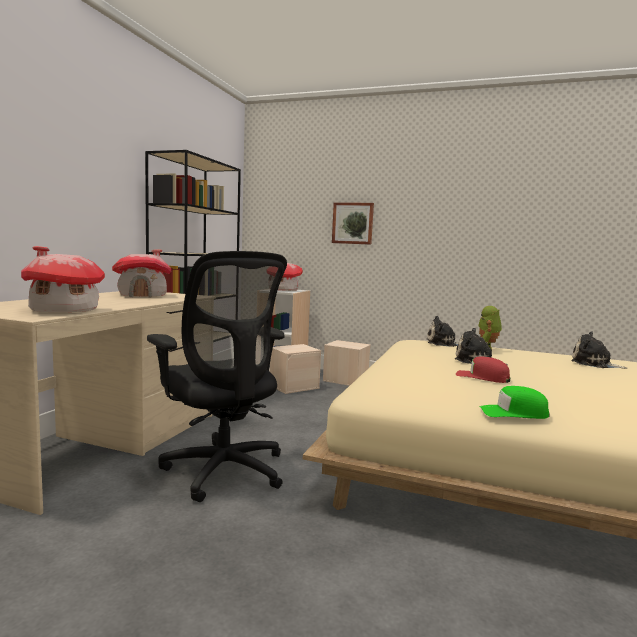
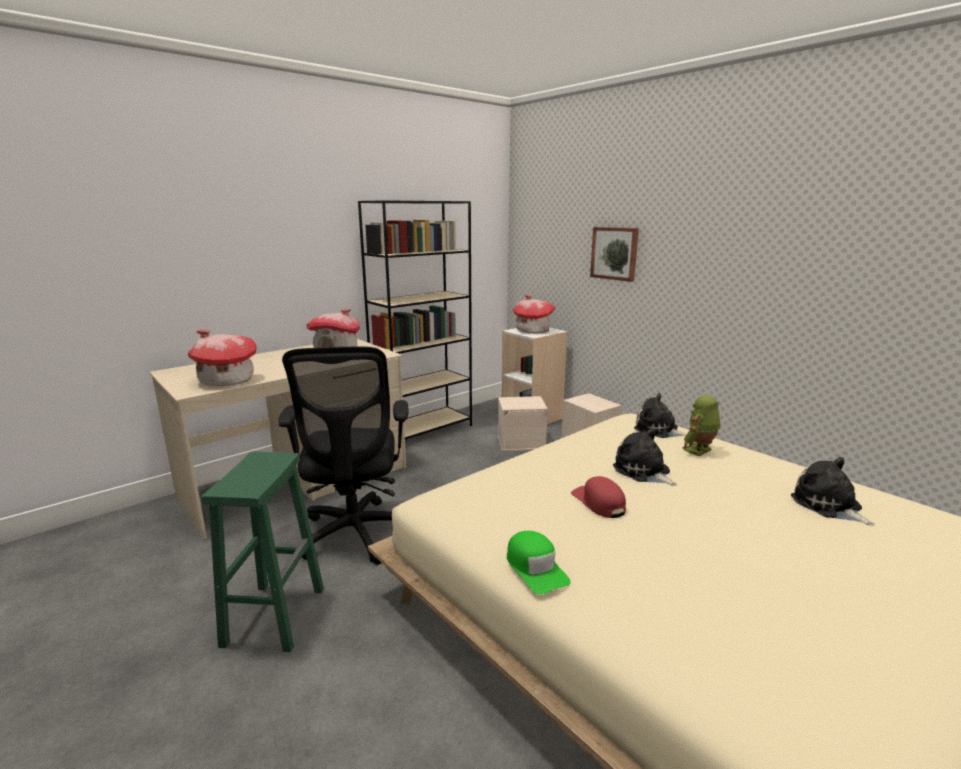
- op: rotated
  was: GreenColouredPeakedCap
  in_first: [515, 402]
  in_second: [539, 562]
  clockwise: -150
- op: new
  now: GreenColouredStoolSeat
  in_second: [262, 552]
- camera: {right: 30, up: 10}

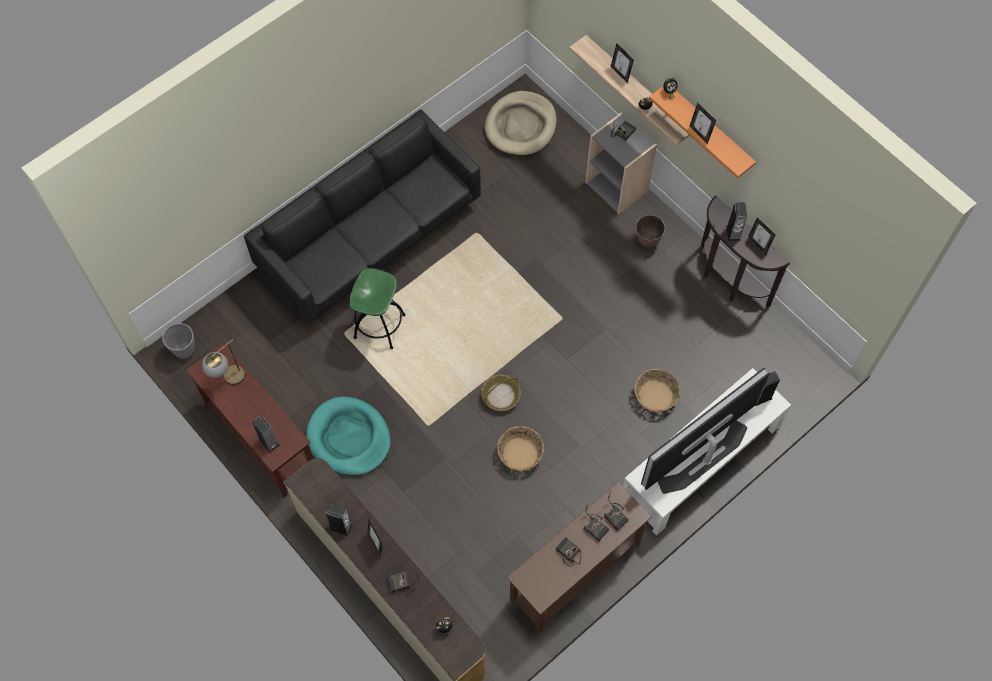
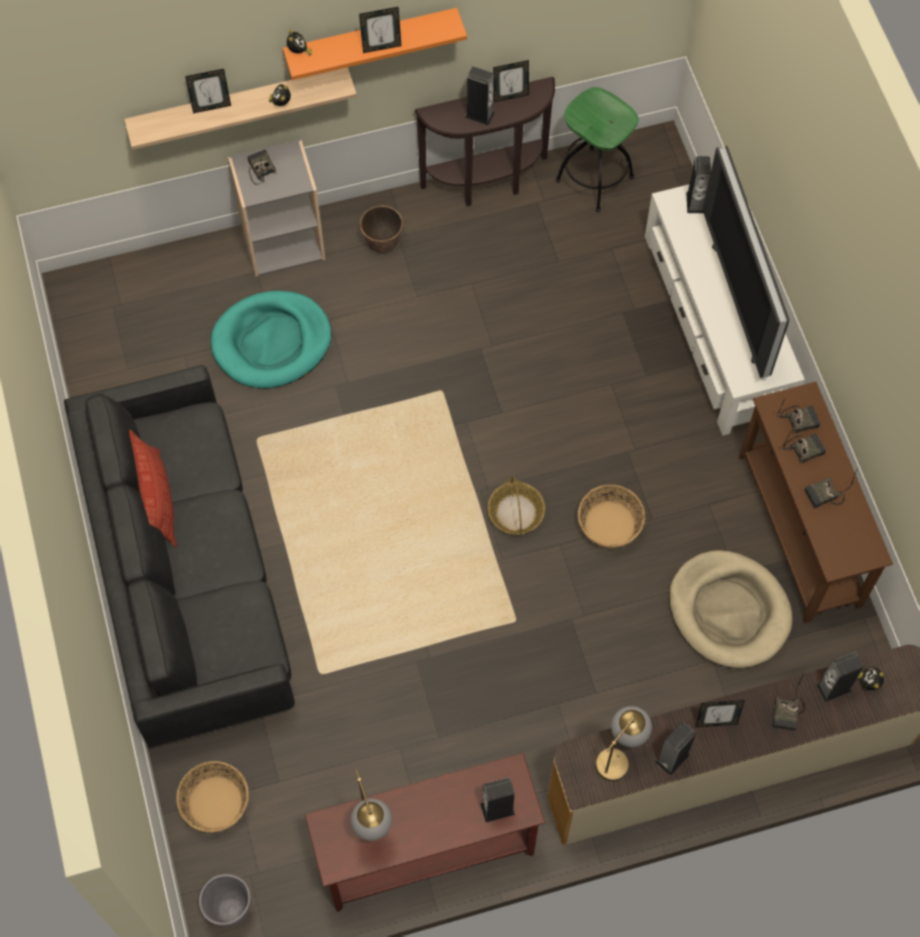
- op: shifted
  was: BeigeDogBed
  in_first: [521, 123]
  in_second: [731, 609]
- op: shifted
  was: GreenColouredStoolSeat
  in_first: [377, 308]
  in_second: [597, 149]
- op: shifted
  was: HouseholdBasket
  in_first: [657, 390]
  in_second: [212, 796]
- op: shifted
  was: TurquoiseDogBed
  in_first: [348, 435]
  in_second: [271, 340]
- op: new
  now: Pillow
  in_second: [153, 489]
- op: new
  now: AudioSpeaker
  in_second: [840, 677]
- op: new
  now: TabletopLamp
  in_second: [624, 743]
- camera: {right: -65, up: 0}

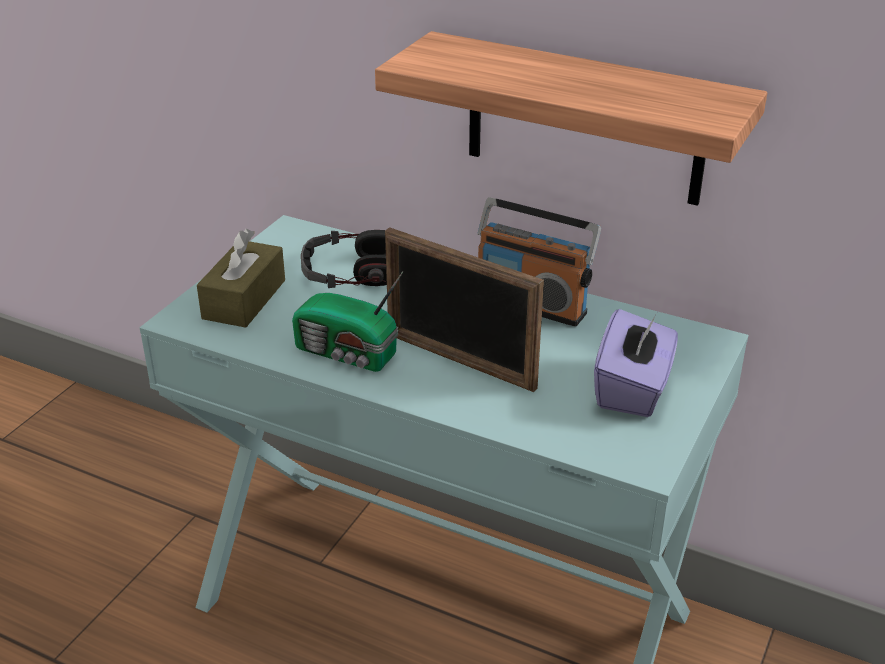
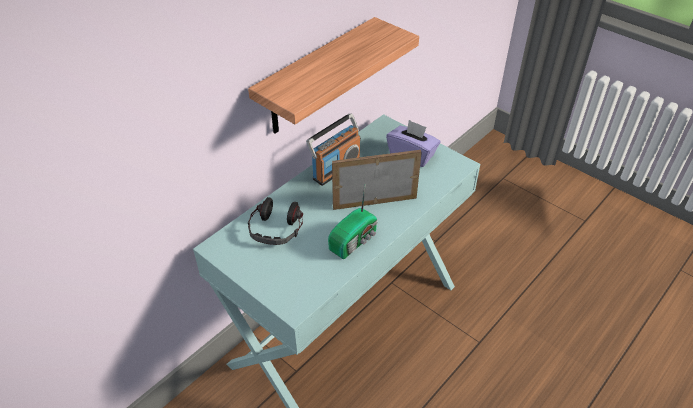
- op: rotated
  was: PhotoFrame
  in_first: [464, 309]
  in_second: [377, 180]
  clockwise: -150
- op: gone
  was: BrownishTissueHolder
  in_first: [241, 278]
- camera: {right: -75, up: 10}

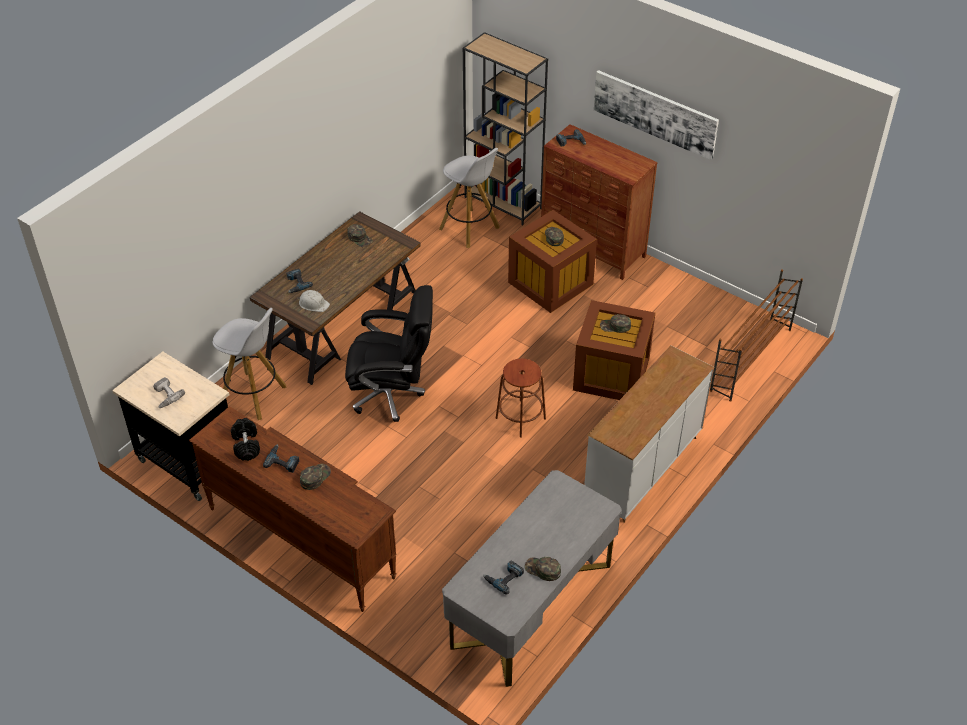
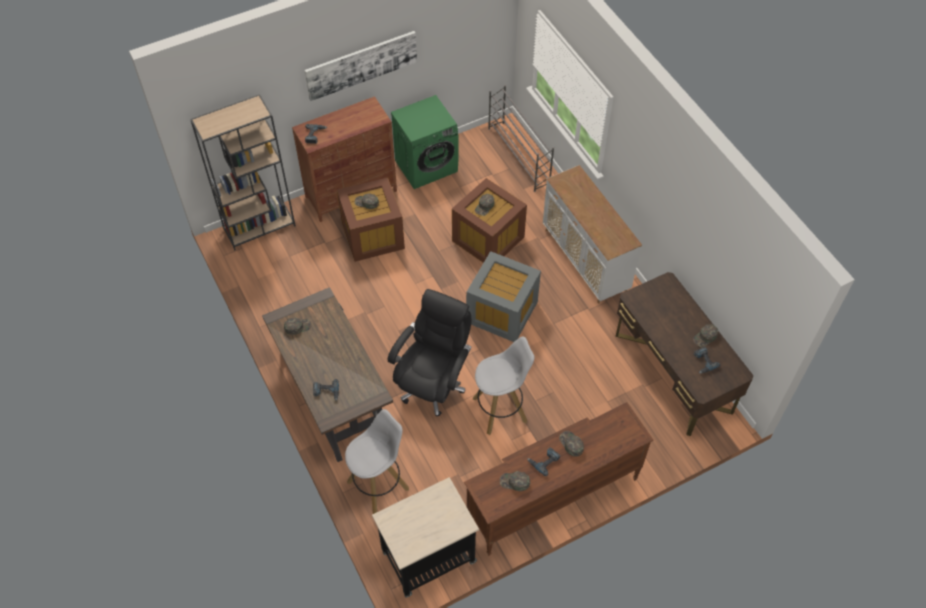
- op: shifted
  was: WhiteColouredStoolSeat
  in_first: [469, 198]
  in_second: [503, 385]
- op: repainted
  was: BrownishShoeShelf
  now: GrayShoeShelf
  in_first: [756, 335]
  in_second: [521, 138]
- op: gone
  was: WhiteColouredSafetyHelmet
  in_first: [314, 301]
- op: swapped
  was: BrownishStoolSeat
  now: GrayStorageContainer
  in_first: [521, 398]
  in_second: [503, 296]
- op: gone
  was: PowerDrill
  in_first: [169, 392]
- op: swapped
  was: BlackHandWeight
  now: GreenColouredPeakedCap
  in_first: [245, 439]
  in_second: [515, 481]
- op: repainted
  was: GrayDesk
  now: BrownishDesk
  in_first: [532, 578]
  in_second: [684, 354]
- op: new
  now: GreenColouredLaundryMachine
  in_second: [425, 142]
- camera: {right: -65, up: 10}

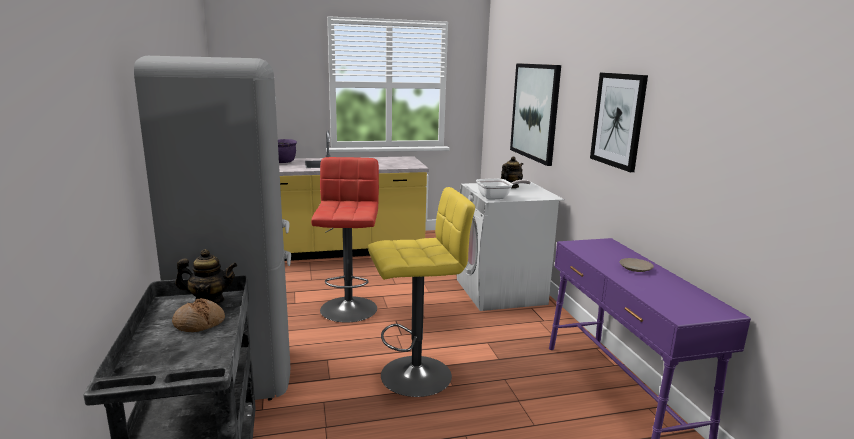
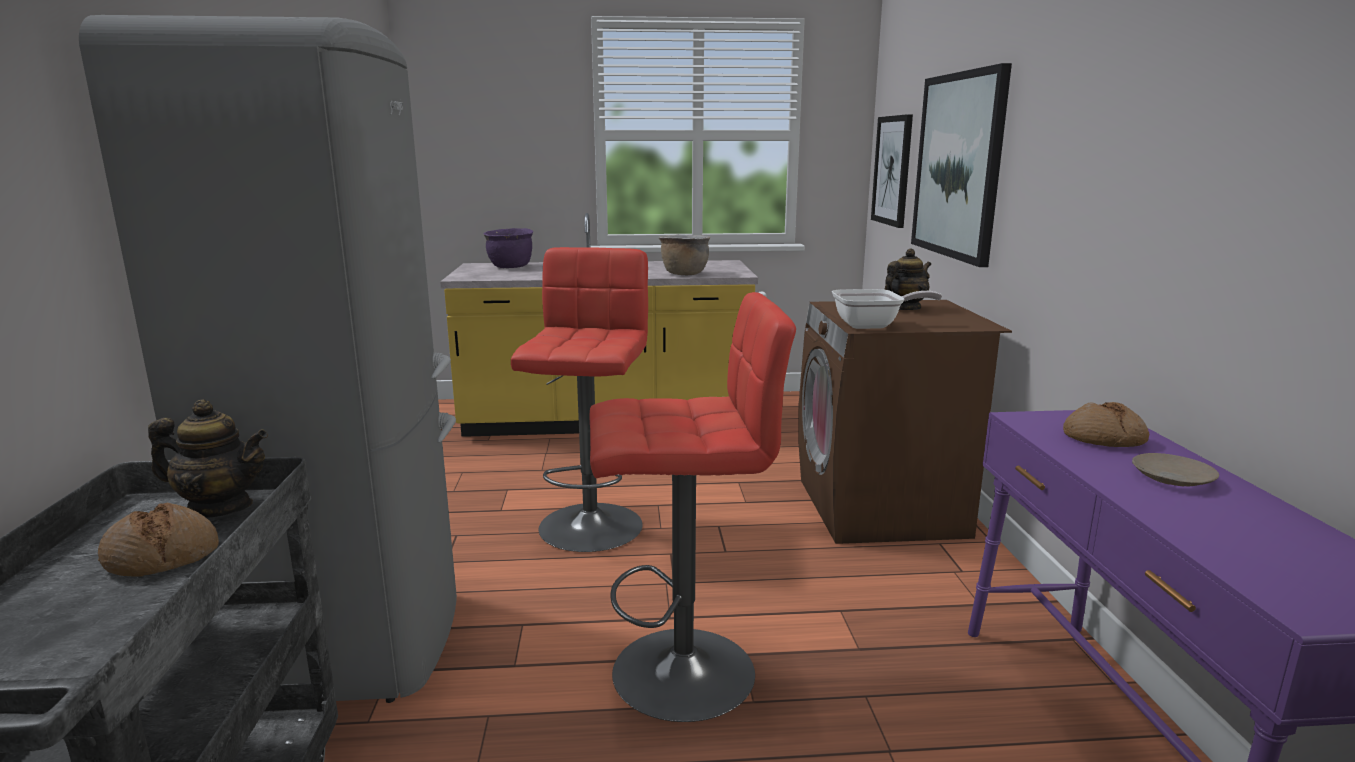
- op: shifted
  was: WallArt
  in_first: [619, 122]
  in_second: [892, 171]
- op: repainted
  was: WhiteColouredLaundryMachine
  now: BrownishLaundryMachine
  in_first: [511, 246]
  in_second: [905, 422]
- op: repainted
  was: YellowStoolSeat
  now: RedColouredStoolSeat
  in_first: [421, 292]
  in_second: [693, 507]
- op: new
  now: BrownishSaucepot
  in_second: [684, 254]
- op: new
  now: BakedBread
  in_second: [1106, 424]
- camera: {right: 10, up: 0}

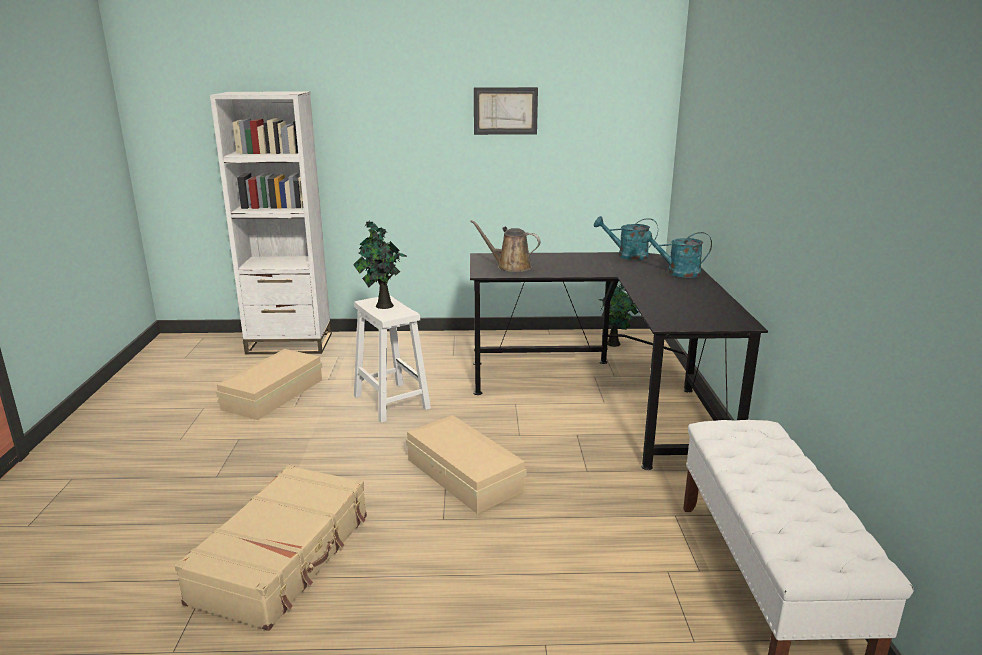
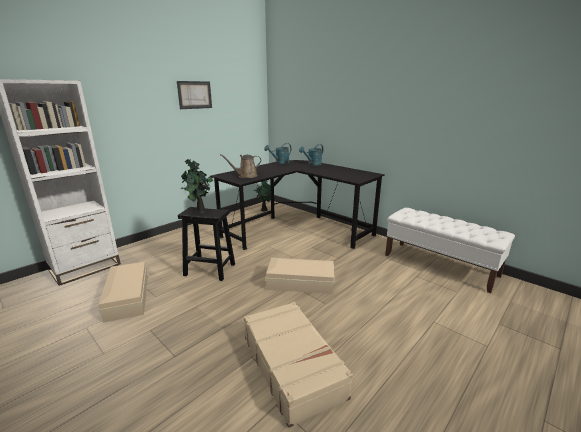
- op: repainted
  was: WhiteColouredStoolSeat
  now: BlackStoolSeat
  in_first: [392, 359]
  in_second: [206, 244]
- camera: {right: -45, up: 0}

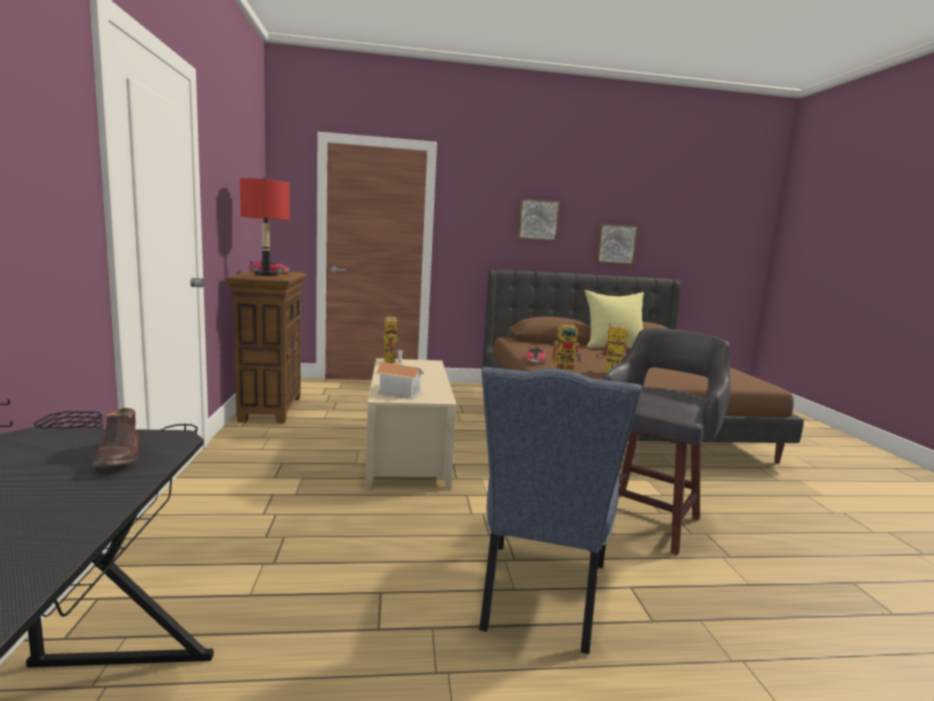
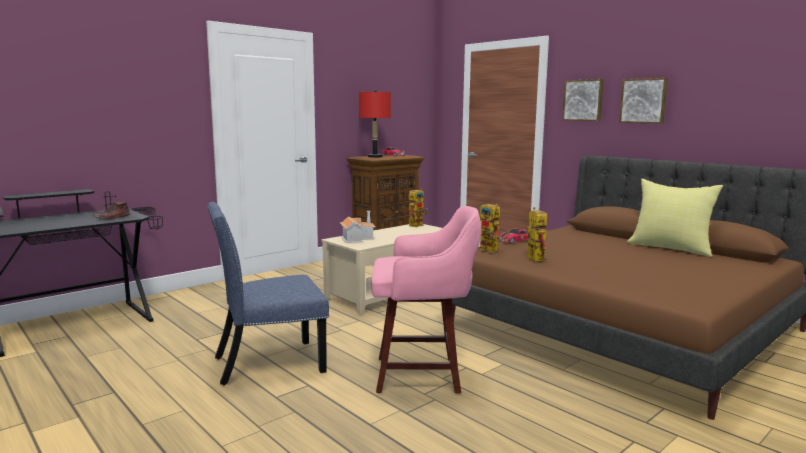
- op: shifted
  was: WallArt
  in_first: [617, 244]
  in_second: [583, 100]
- op: repainted
  was: GrayStoolSeat
  now: PinkStoolSeat
  in_first: [667, 441]
  in_second: [426, 299]
- camera: {right: 55, up: 0}

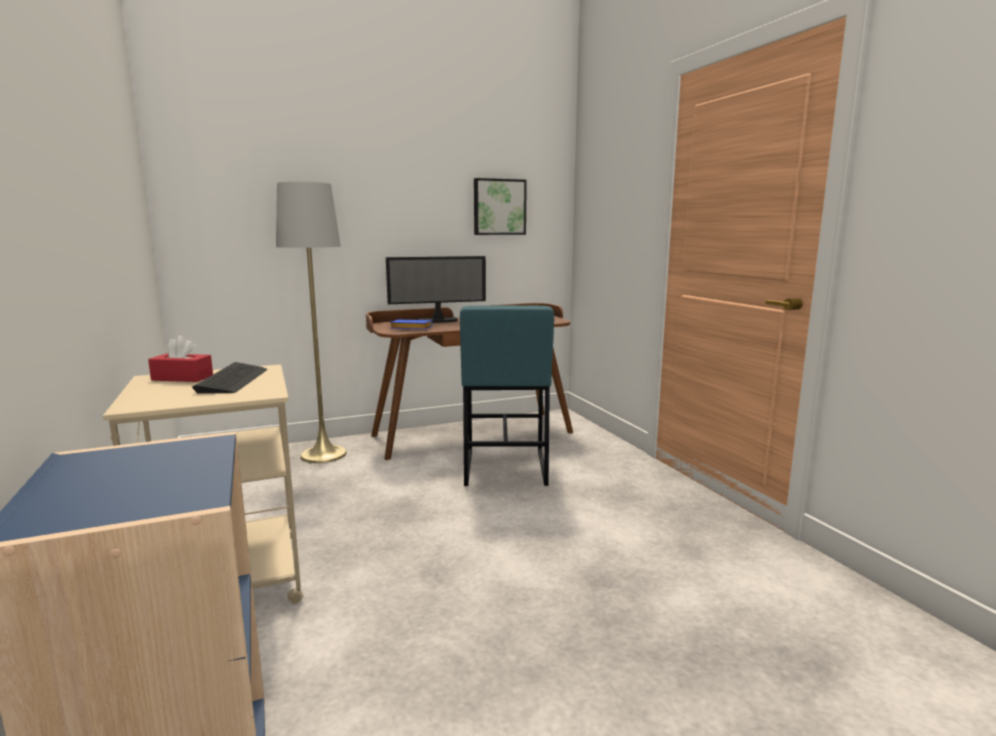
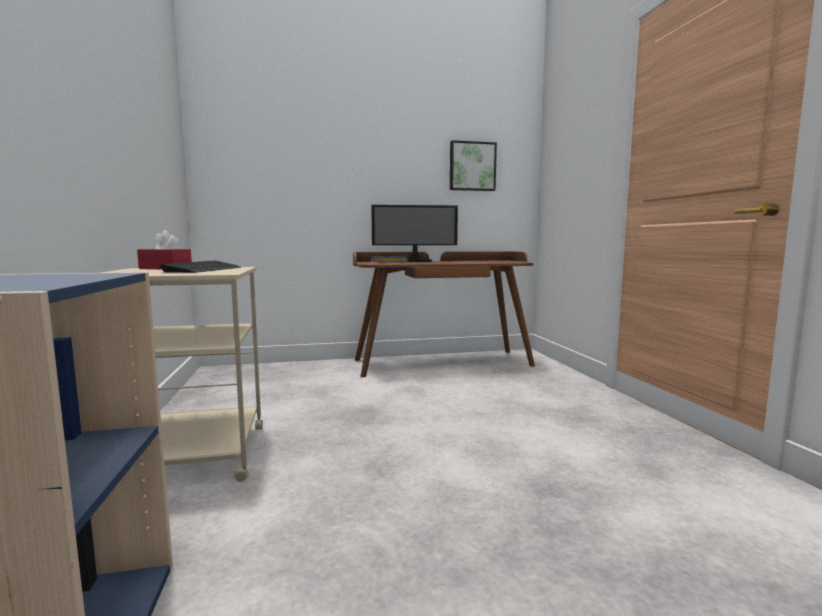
- op: gone
  was: GrayStandardLamp
  in_first: [311, 322]
- op: gone
  was: BlueColouredStoolSeat
  in_first: [507, 395]
- camera: {right: 10, up: -5}

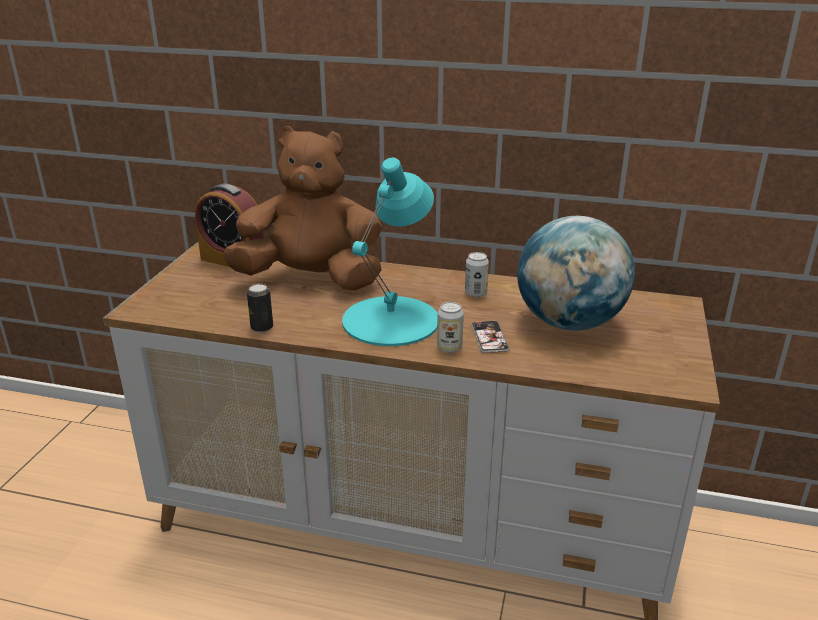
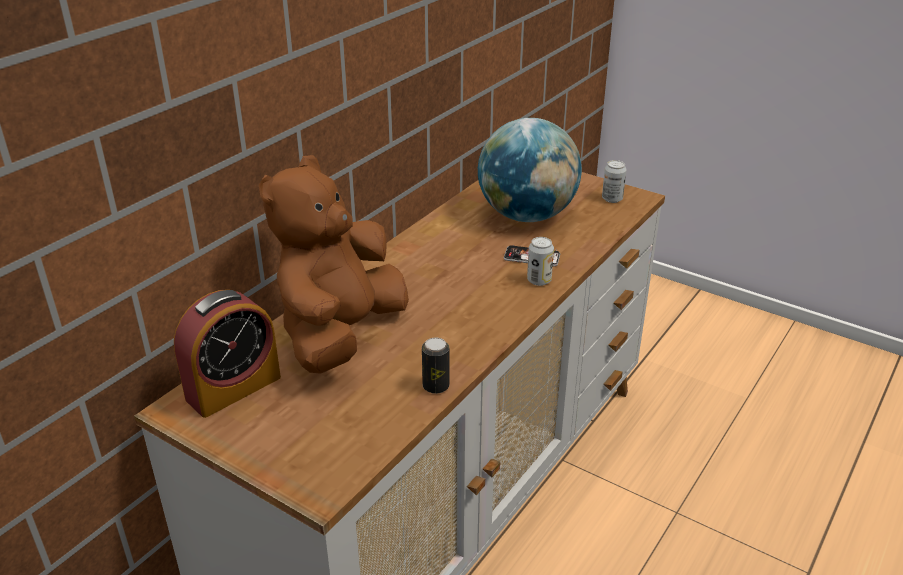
- op: gone
  was: TurquoiseTabletopLamp
  in_first: [390, 252]
- op: shifted
  was: Can
  in_first: [477, 274]
  in_second: [614, 181]
- camera: {right: -70, up: 5}

